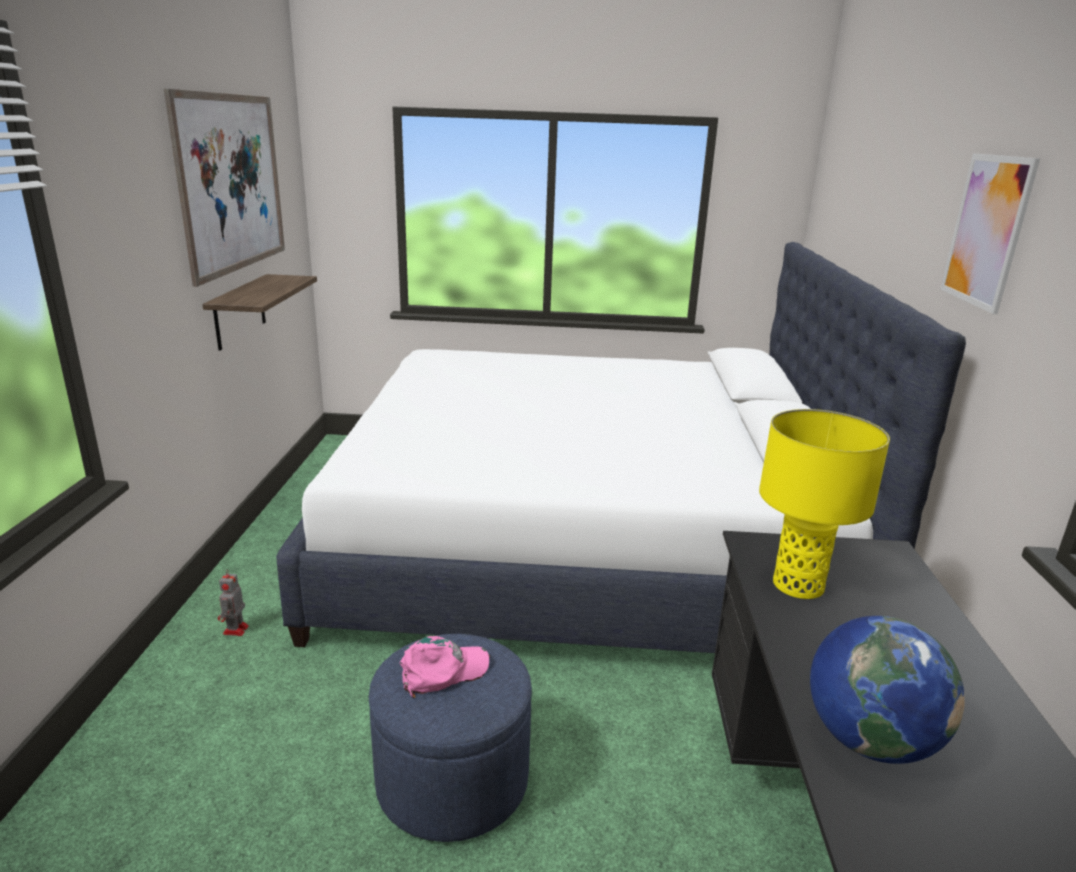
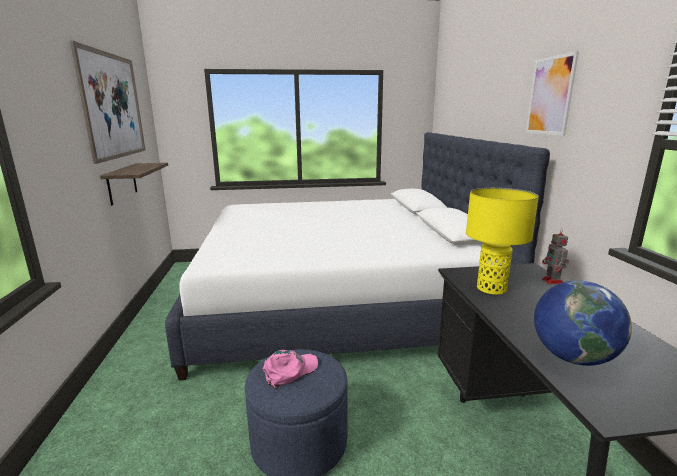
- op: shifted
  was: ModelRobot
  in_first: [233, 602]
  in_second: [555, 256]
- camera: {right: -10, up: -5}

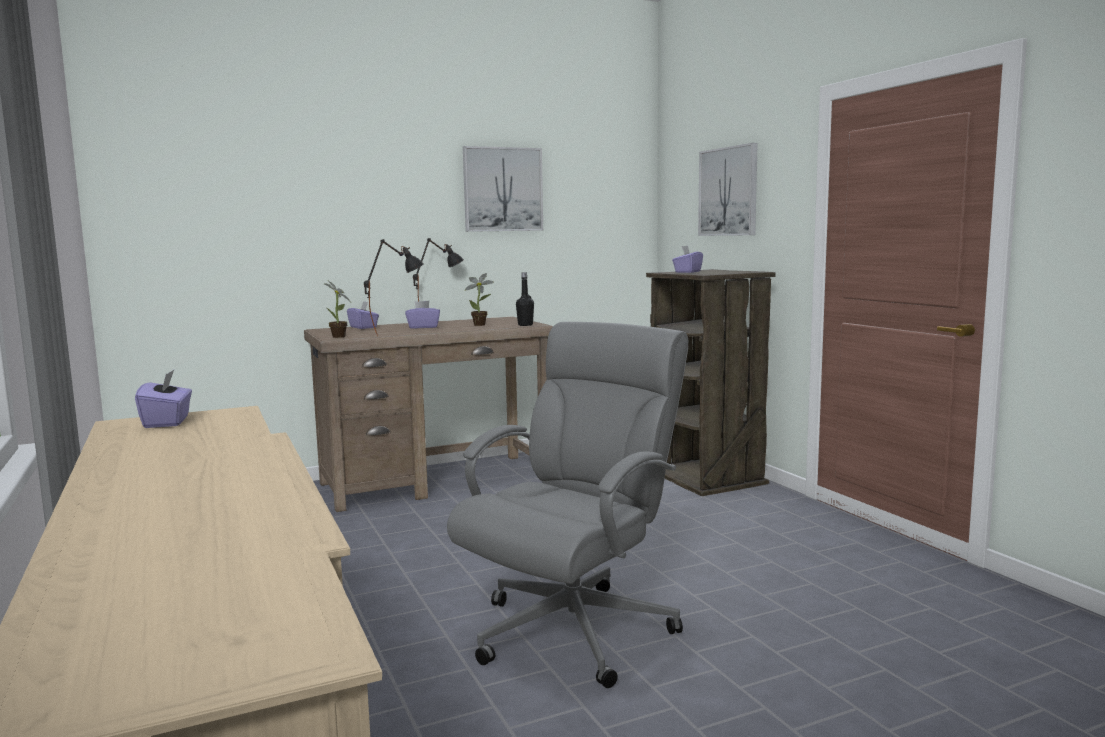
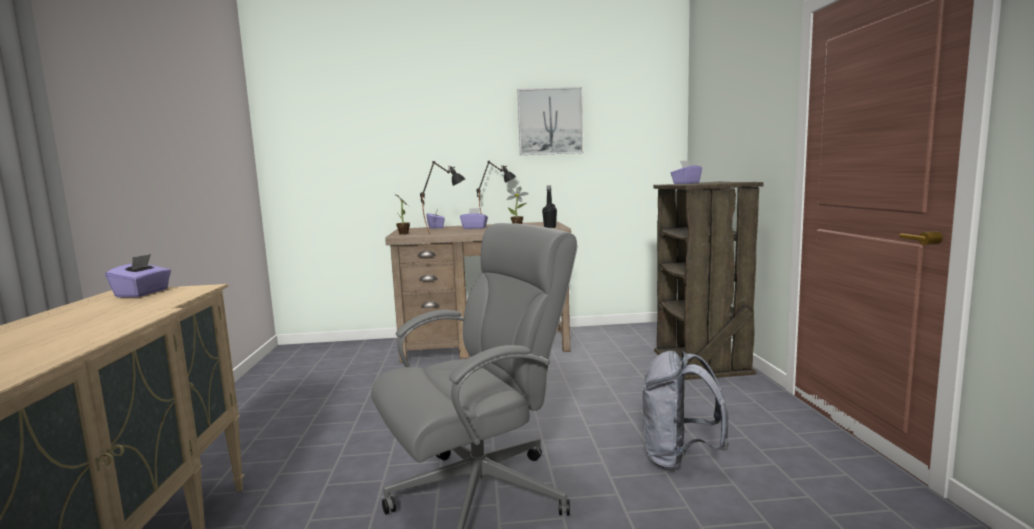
- op: gone
  was: WallArt
  in_first: [728, 189]
- op: new
  now: GrayRucksack
  in_second: [685, 411]
- camera: {right: 20, up: 0}

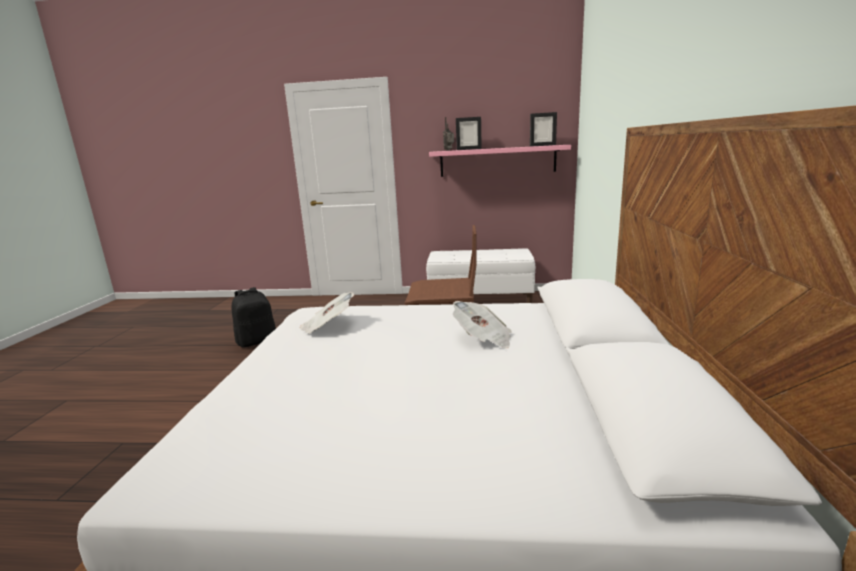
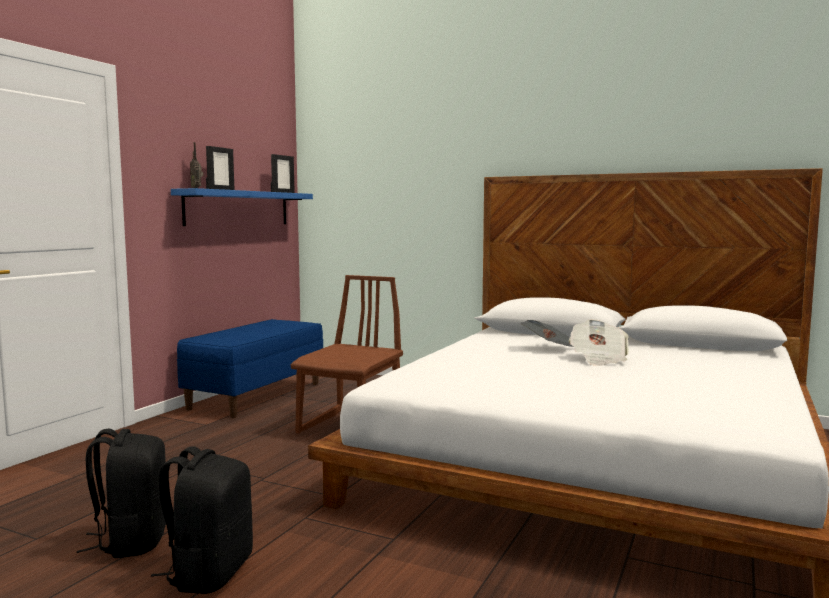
- op: repainted
  was: PinkWallShelf
  now: BlueColouredWallShelf
  in_first: [500, 161]
  in_second: [242, 207]
- op: repainted
  was: WhiteColouredBench
  now: BlueColouredBench
  in_first: [480, 275]
  in_second: [250, 368]
- op: shifted
  was: Newspaper
  in_first: [327, 313]
  in_second: [599, 342]
- op: new
  now: BlackRucksack
  in_second: [202, 520]
- camera: {right: -70, up: -10}

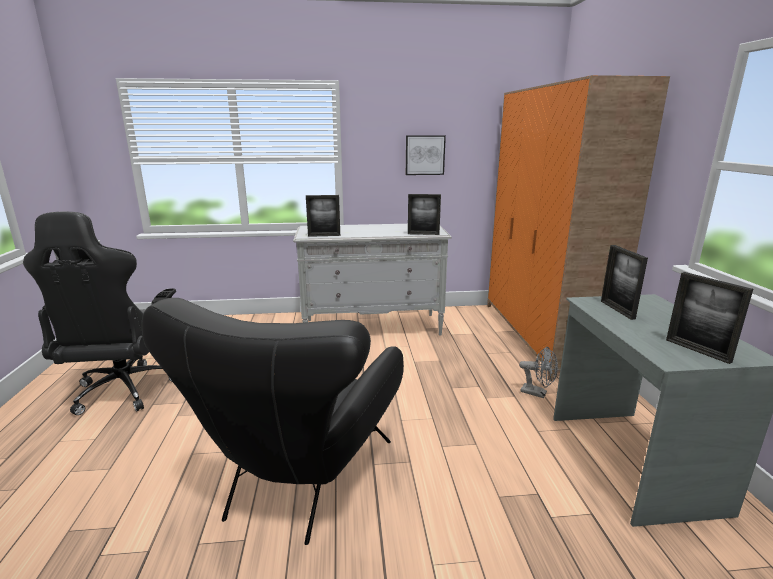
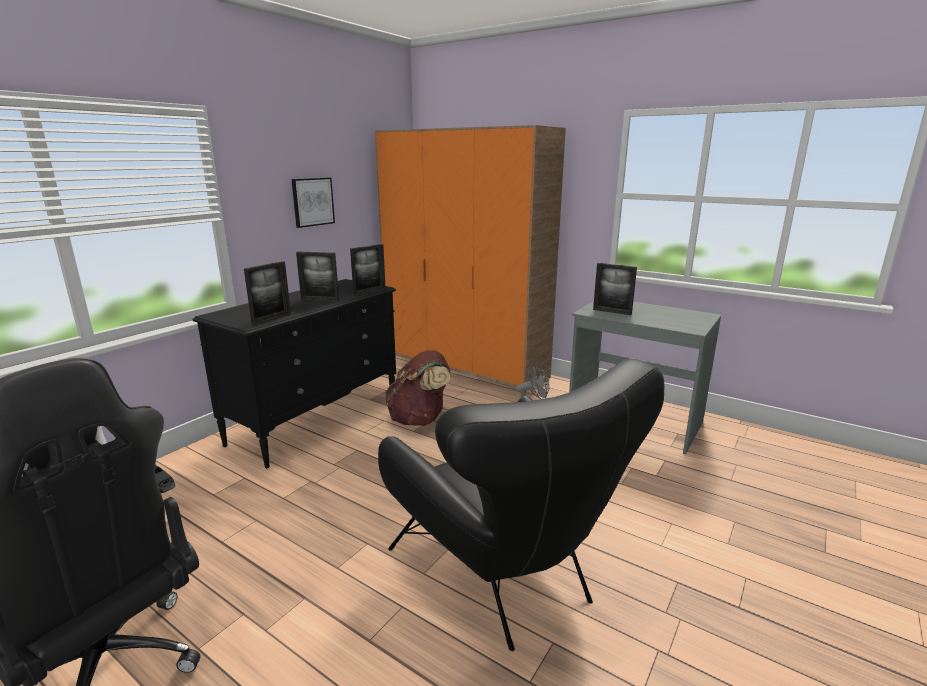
- op: repainted
  was: WhiteColouredChestOfDrawers
  now: BlackChestOfDrawers
  in_first: [372, 280]
  in_second: [294, 374]
- op: shifted
  was: PhotoFrame
  in_first: [709, 318]
  in_second: [317, 277]
- op: new
  now: BrownishRucksack
  in_second: [418, 388]
- camera: {right: -50, up: 0}

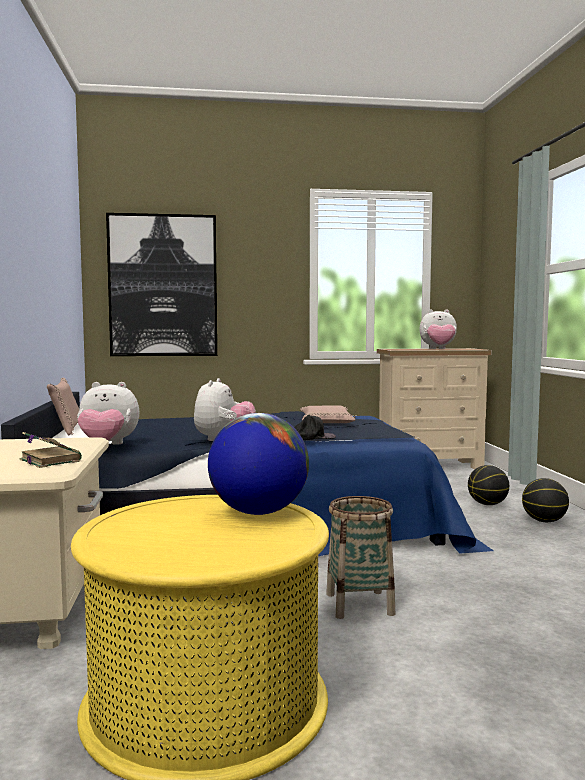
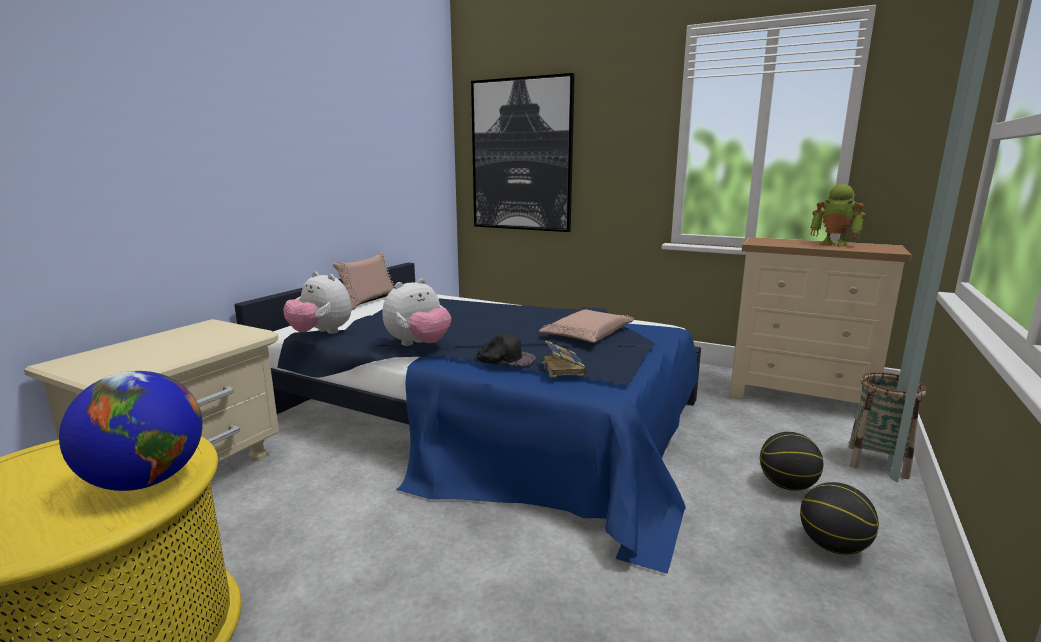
- op: swapped
  was: SoftToy
  now: ModelRobot
  in_first: [438, 329]
  in_second: [838, 215]
- op: shifted
  was: Book
  in_first: [51, 450]
  in_second: [564, 358]
- op: shifted
  was: HouseholdBasket
  in_first: [360, 557]
  in_second: [887, 425]
- camera: {right: 35, up: 10}

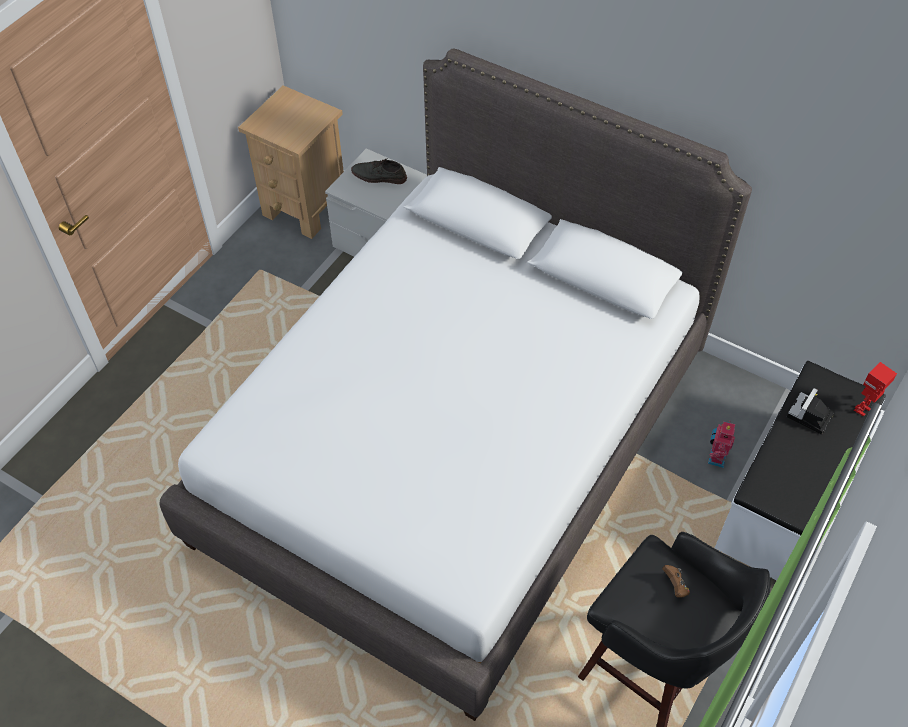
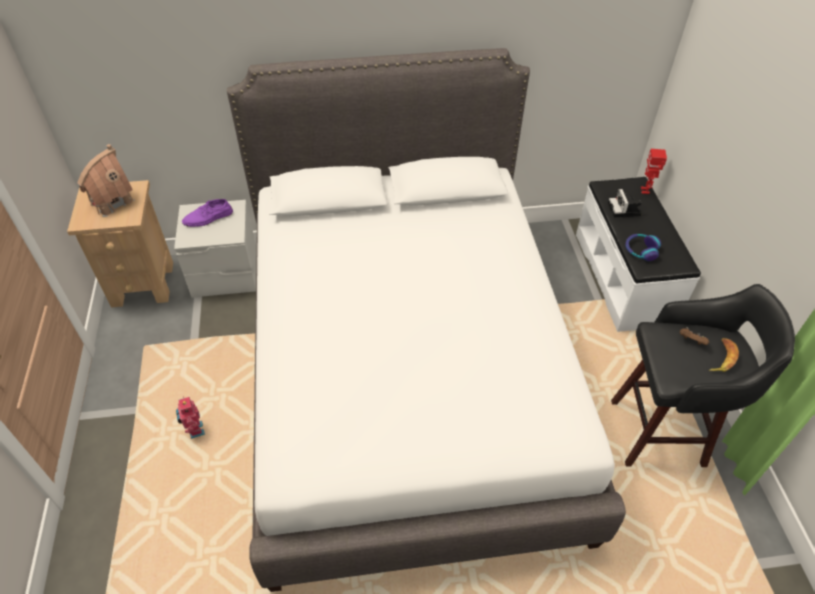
- op: repainted
  was: GrayLowShoe
  now: PurpleColouredLowShoe
  in_first: [379, 171]
  in_second: [207, 213]
- op: shifted
  was: ModelRobot
  in_first: [721, 444]
  in_second: [190, 417]
- op: new
  now: ModelHouse
  in_second: [106, 180]
- op: new
  now: Headphones
  in_second: [643, 247]
- op: new
  now: WholeBanana
  in_second: [724, 355]
- camera: {right: -40, up: -5}

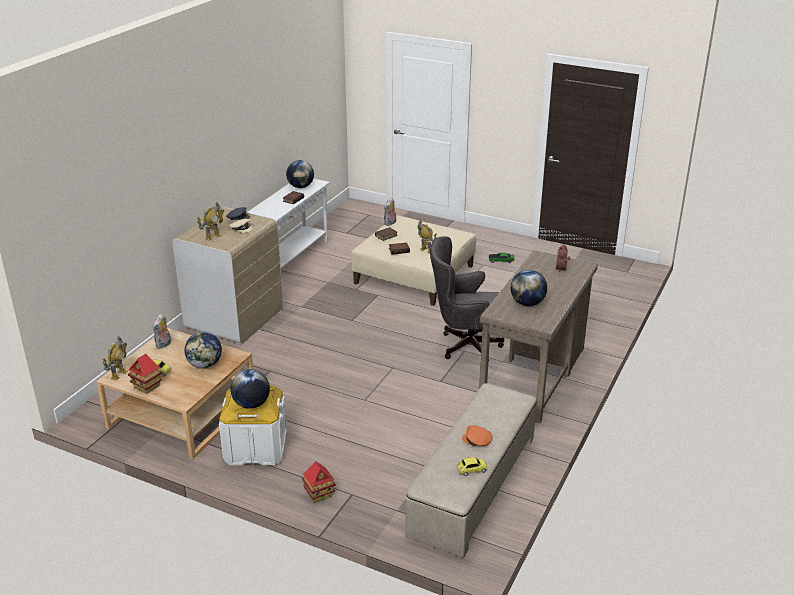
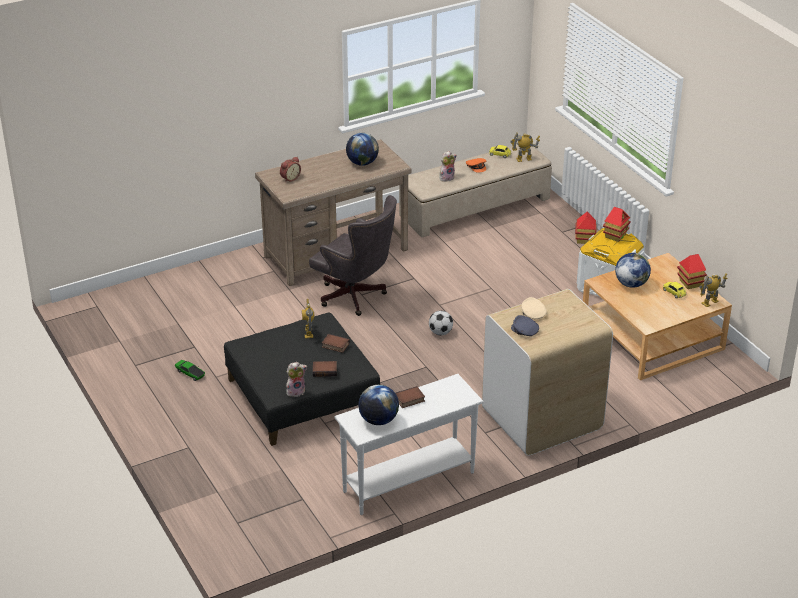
- op: shifted
  was: ModelRobot
  in_first: [210, 221]
  in_second: [525, 147]
- op: repainted
  was: BeigeOttoman
  now: BlackOttoman
  in_first: [413, 261]
  in_second: [302, 379]
- op: shifted
  was: SoftToy
  in_first: [161, 331]
  in_second: [448, 166]
- op: swapped
  was: WorldGlobe
  now: ModelHouse
  in_first: [250, 389]
  in_second: [617, 224]
- op: new
  now: Football
  in_second: [441, 323]
- camera: {right: -145, up: 5}

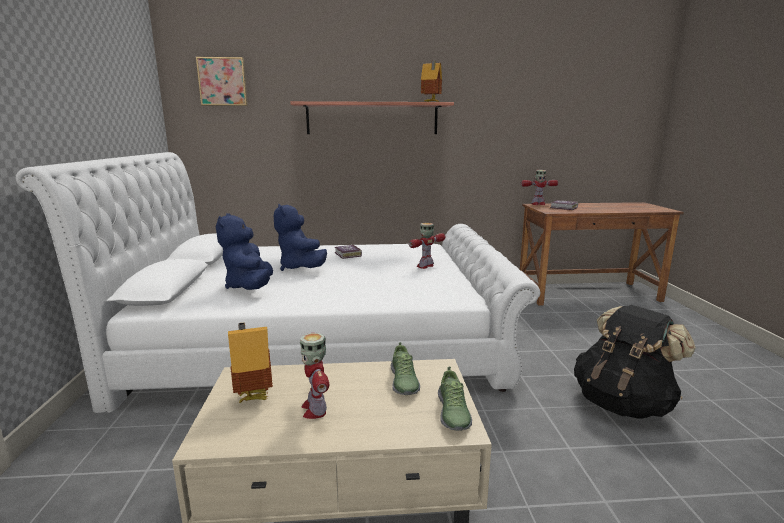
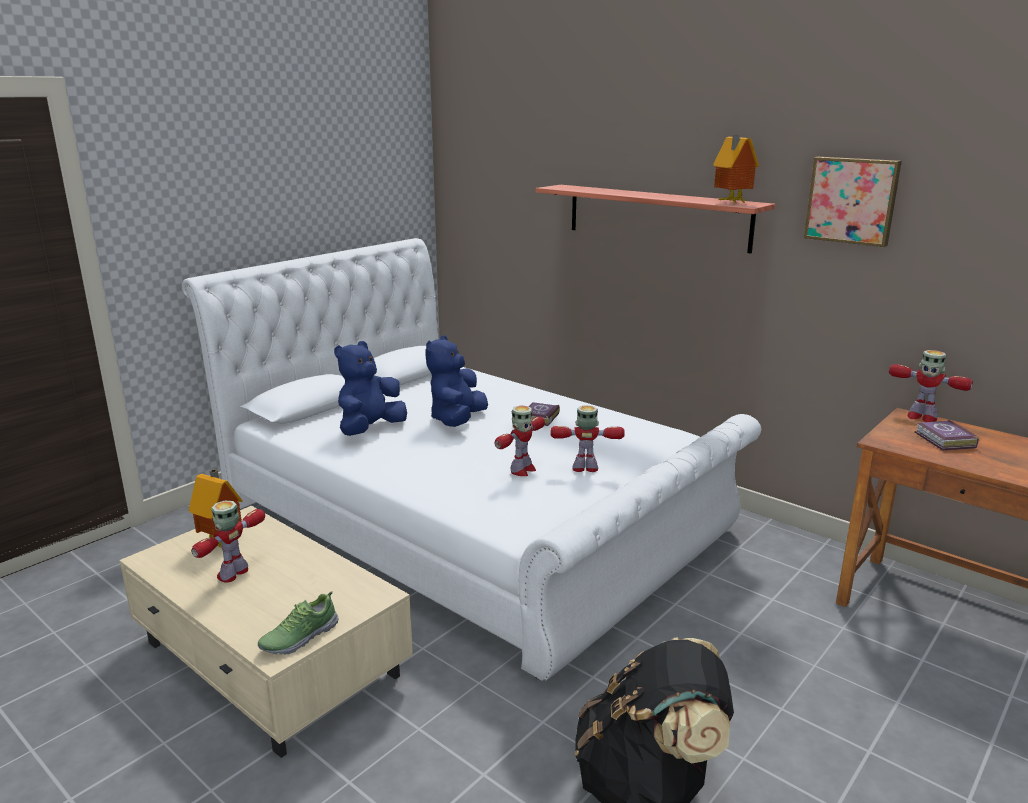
- op: shifted
  was: WallArt
  in_first: [222, 81]
  in_second: [853, 202]
- op: gone
  was: LowShoe
  in_first: [405, 368]
- op: new
  now: ModelRobot
  in_second: [519, 440]
- camera: {right: 45, up: 5}

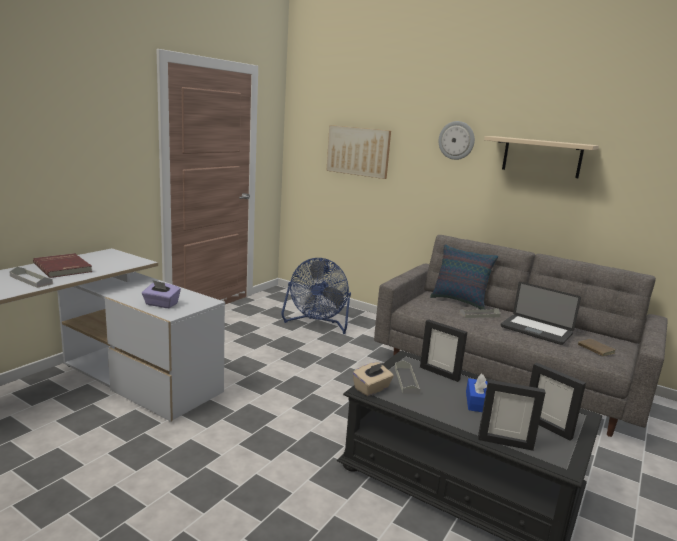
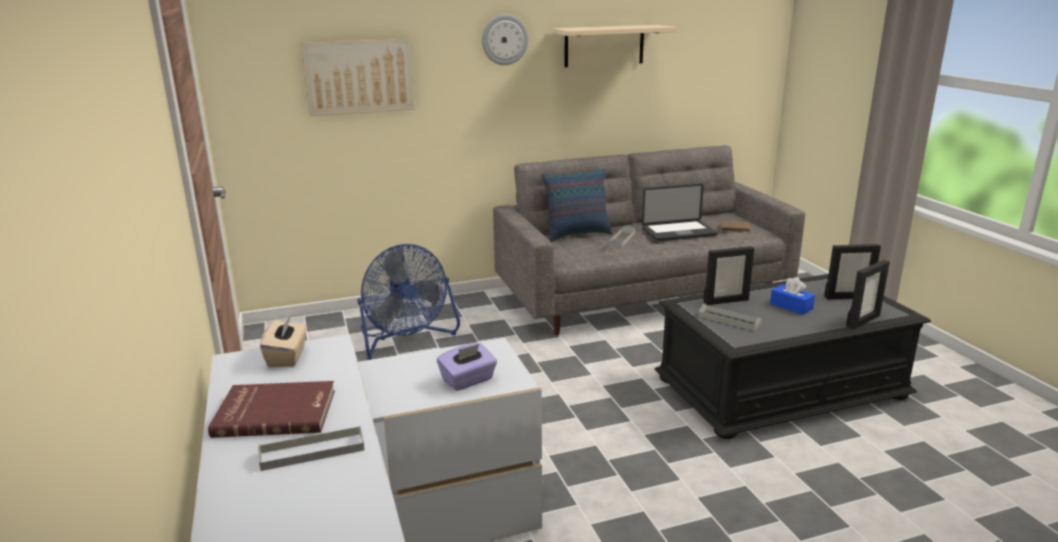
- op: shifted
  was: BeigeTissueHolder
  in_first: [373, 379]
  in_second: [283, 341]
- camera: {right: -50, up: 5}

